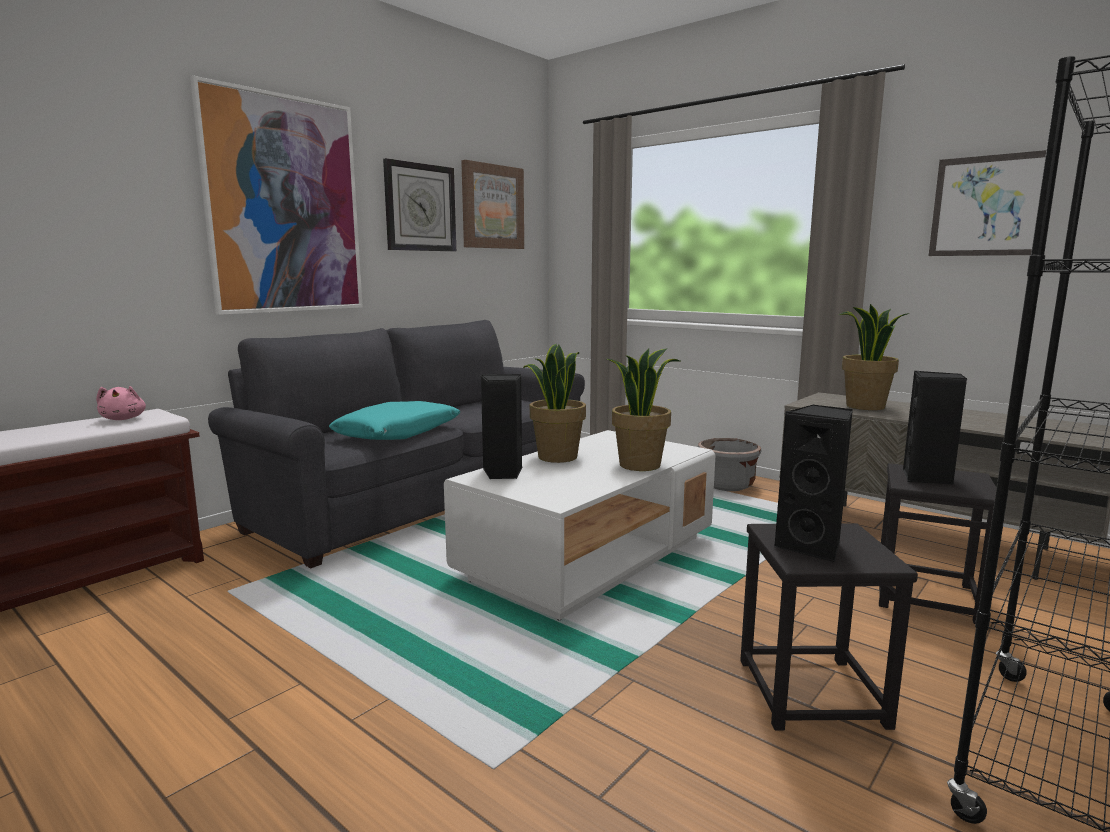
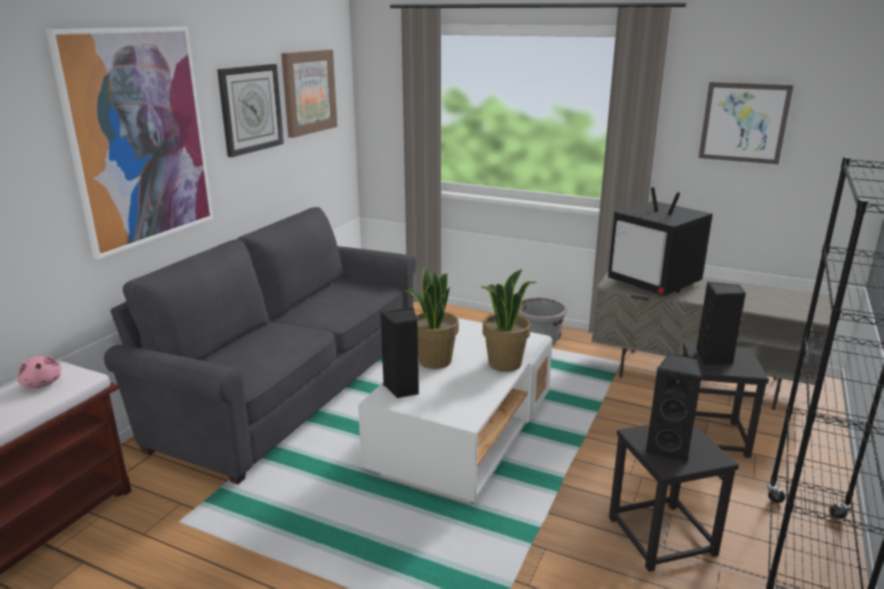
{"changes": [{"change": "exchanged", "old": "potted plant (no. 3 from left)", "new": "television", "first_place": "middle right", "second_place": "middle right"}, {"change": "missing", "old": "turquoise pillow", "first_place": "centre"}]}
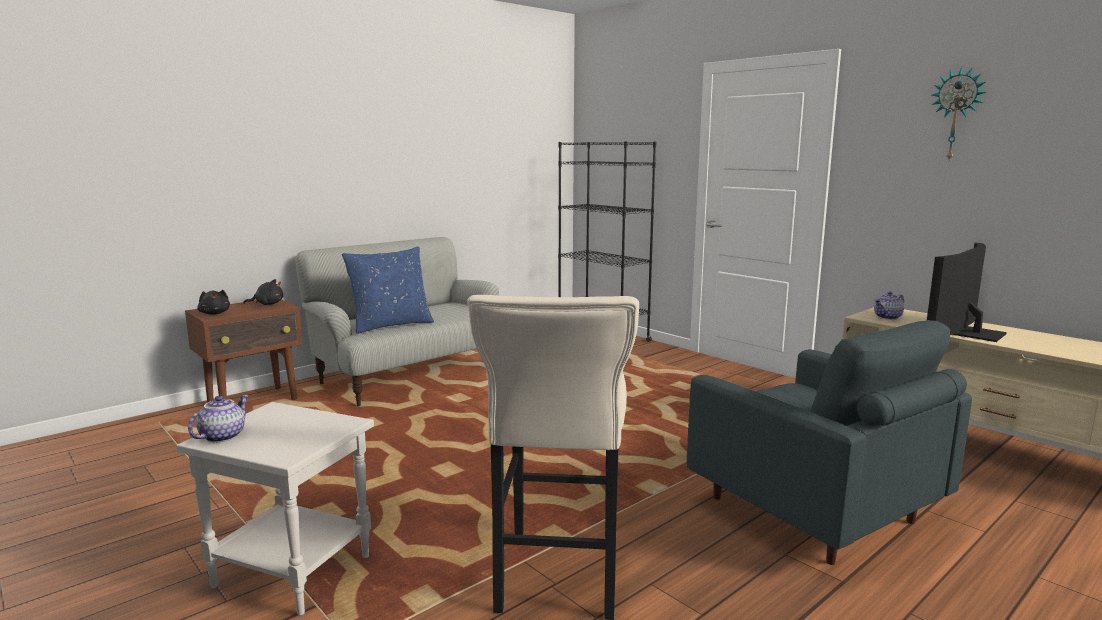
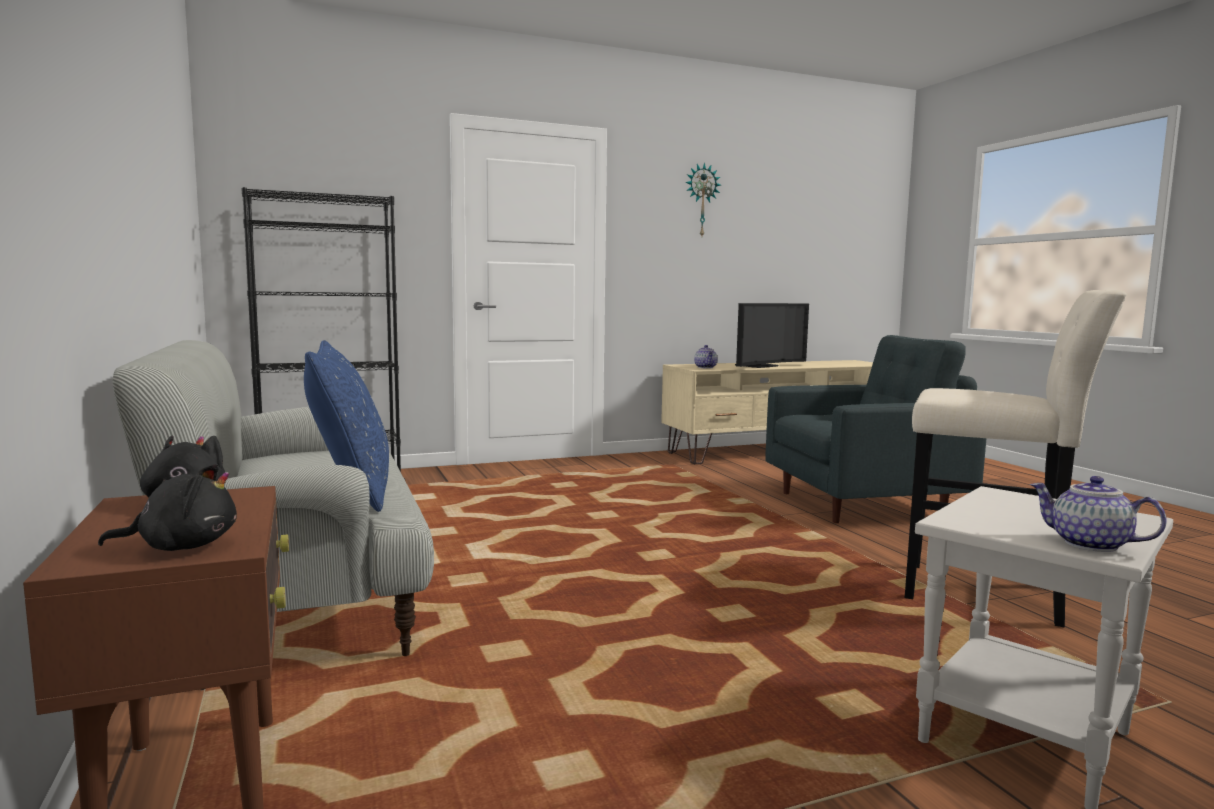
{"changes": [{"change": "spun", "old": "television", "first_place": "middle right", "second_place": "centre", "degrees": -105}]}
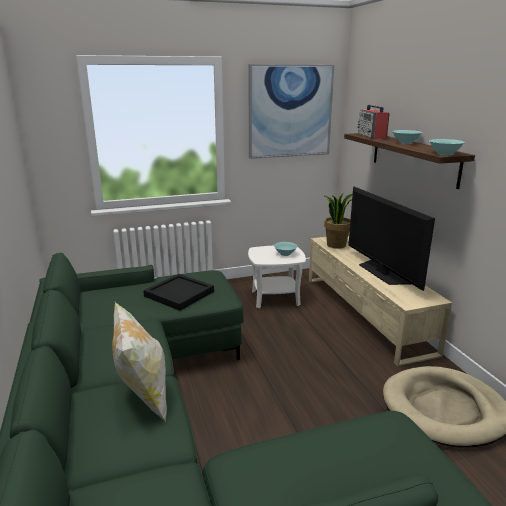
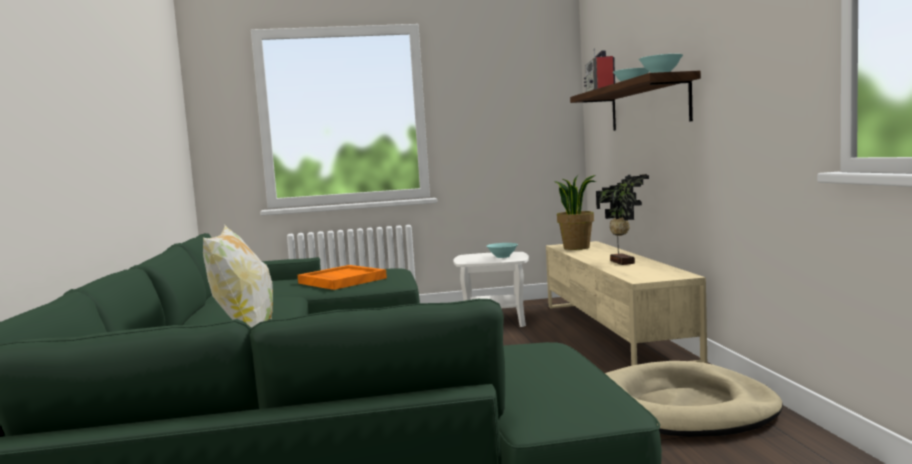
{"changes": [{"change": "missing", "old": "picture", "first_place": "top centre"}, {"change": "exchanged", "old": "television", "new": "potted plant (no. 2 from left)", "first_place": "middle right", "second_place": "middle right"}, {"change": "colour", "old": "black tray", "new": "orange tray", "first_place": "centre", "second_place": "centre"}]}
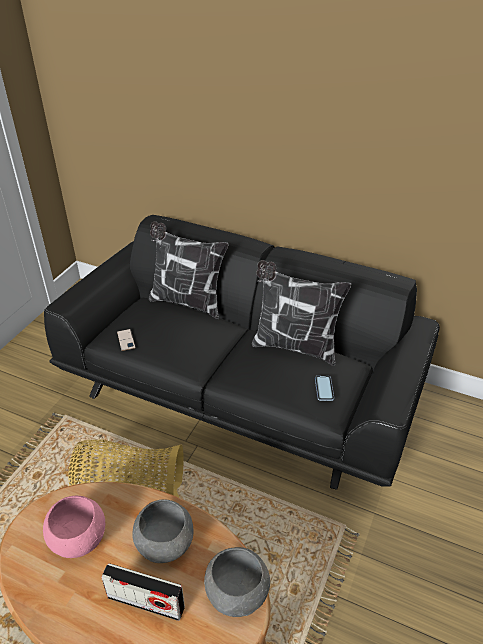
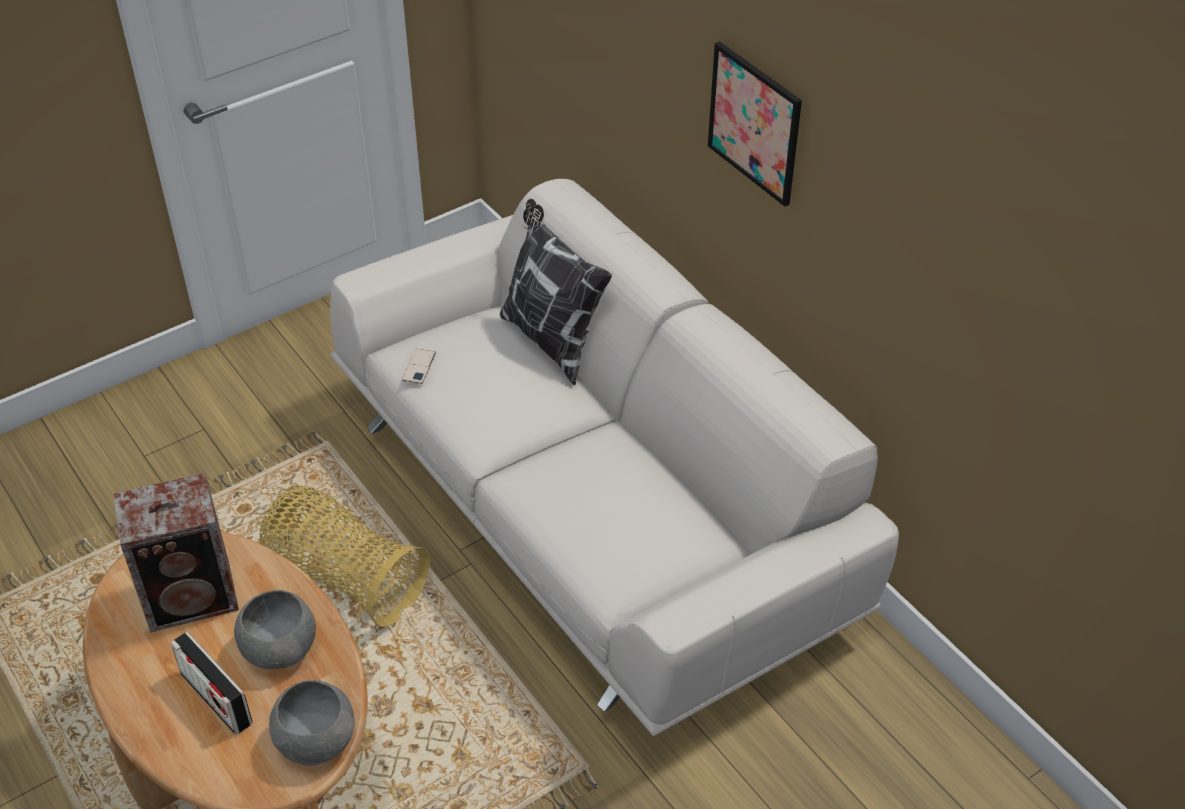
{"changes": [{"change": "colour", "old": "black sofa", "new": "white sofa", "first_place": "centre", "second_place": "centre"}, {"change": "missing", "old": "pillow (no. 2 from left)", "first_place": "centre"}, {"change": "missing", "old": "phone (no. 2 from left)", "first_place": "middle right"}, {"change": "exchanged", "old": "pink bowl", "new": "speaker", "first_place": "bottom left", "second_place": "bottom left"}, {"change": "appeared", "new": "picture", "second_place": "top centre"}]}
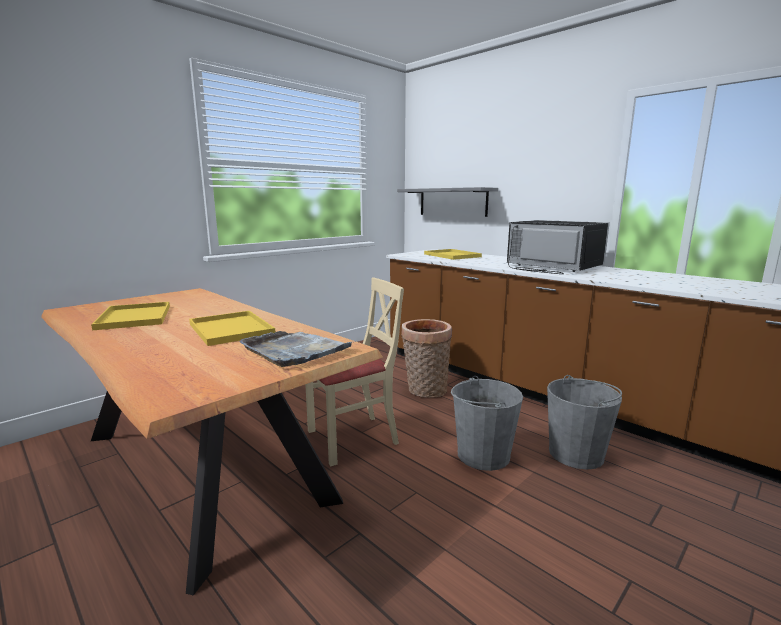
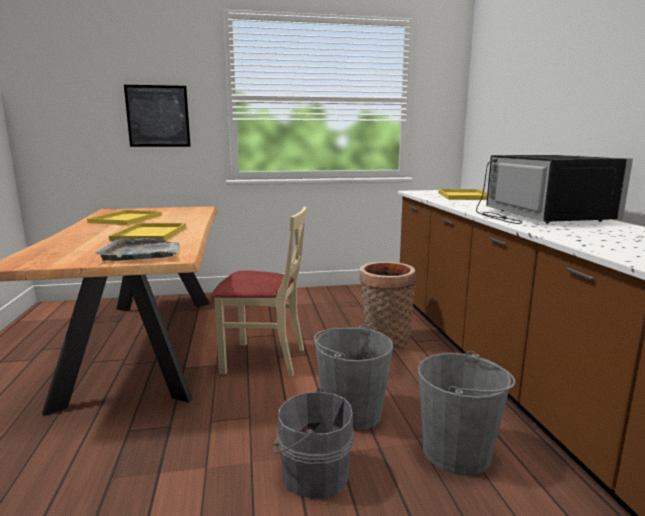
{"changes": [{"change": "missing", "old": "grey shelf", "first_place": "top centre"}, {"change": "appeared", "new": "picture", "second_place": "top left"}, {"change": "appeared", "new": "grey bucket (no. 1 from left)", "second_place": "bottom centre"}]}
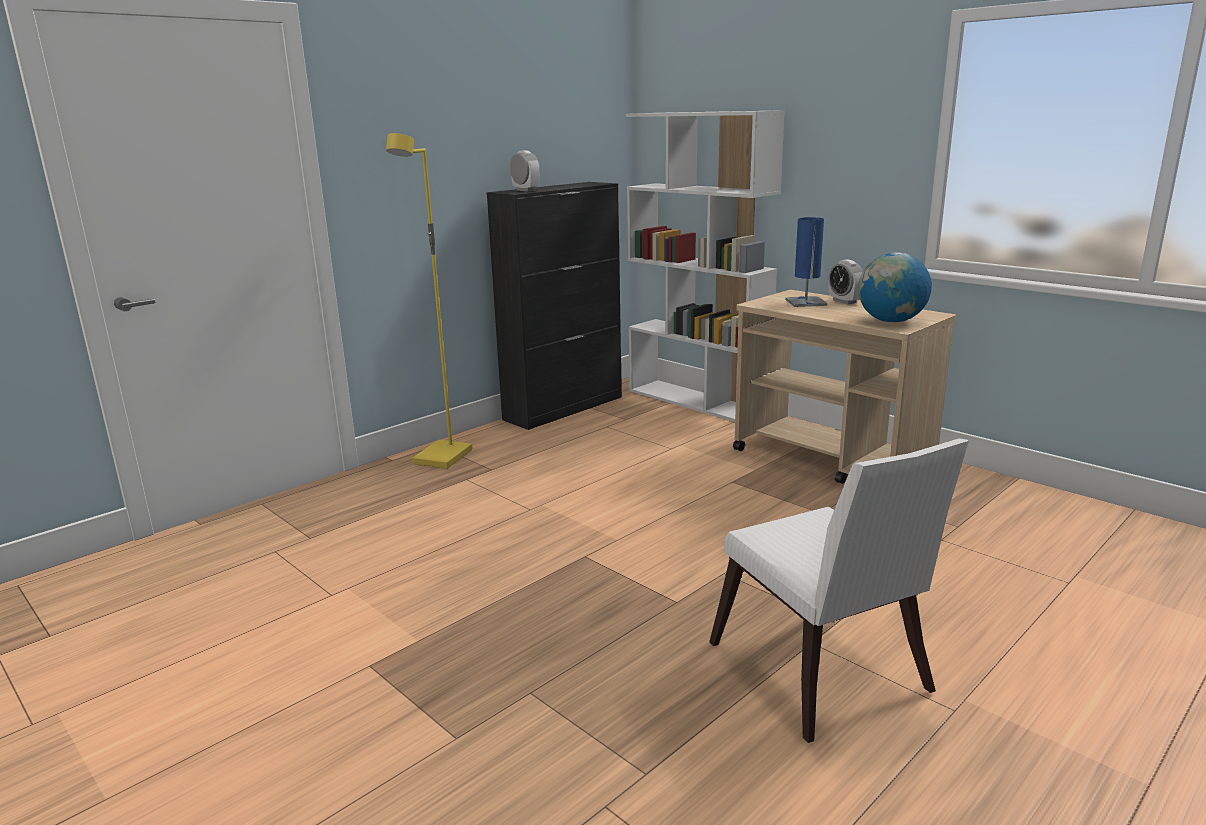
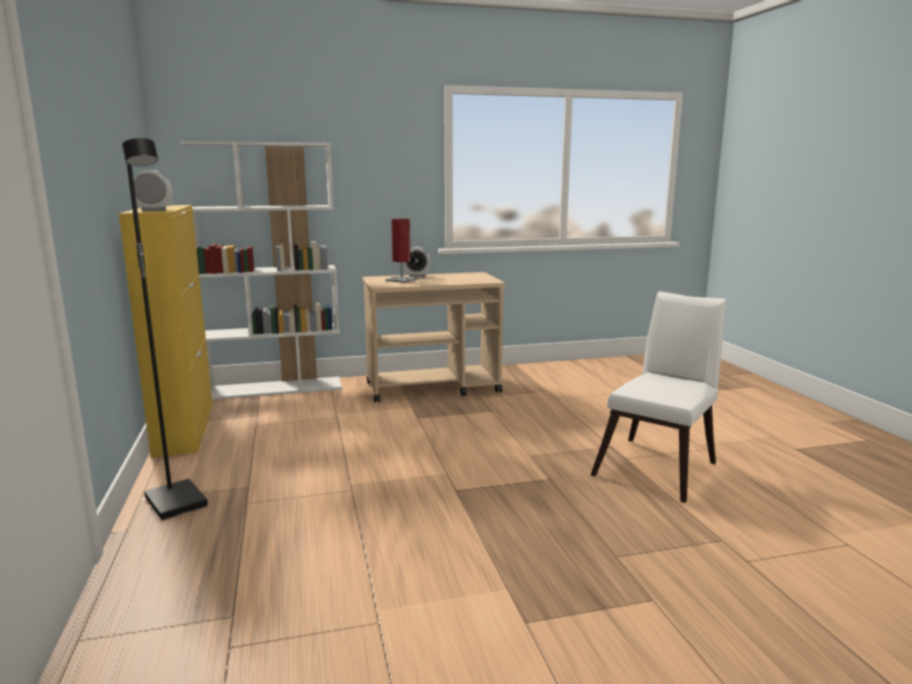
{"changes": [{"change": "colour", "old": "yellow floor lamp", "new": "black floor lamp", "first_place": "centre", "second_place": "middle left"}, {"change": "colour", "old": "black cabinet", "new": "yellow cabinet", "first_place": "centre", "second_place": "middle left"}, {"change": "colour", "old": "blue table lamp", "new": "red table lamp", "first_place": "top right", "second_place": "centre"}, {"change": "missing", "old": "globe", "first_place": "middle right"}, {"change": "spun", "old": "white chair", "first_place": "bottom right", "second_place": "middle right", "degrees": -60}]}
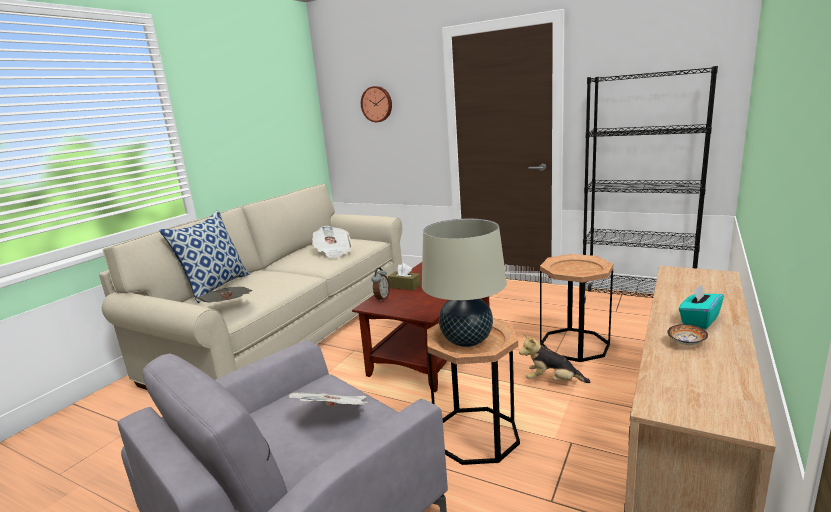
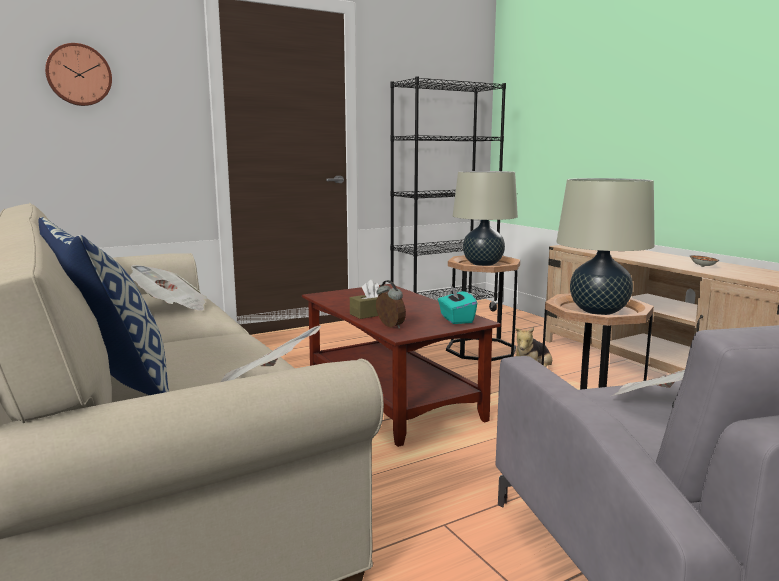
{"changes": [{"change": "relocated", "old": "turquoise tissue box", "first_place": "middle right", "second_place": "centre"}, {"change": "appeared", "new": "beige table lamp (no. 1 from left)", "second_place": "centre"}]}
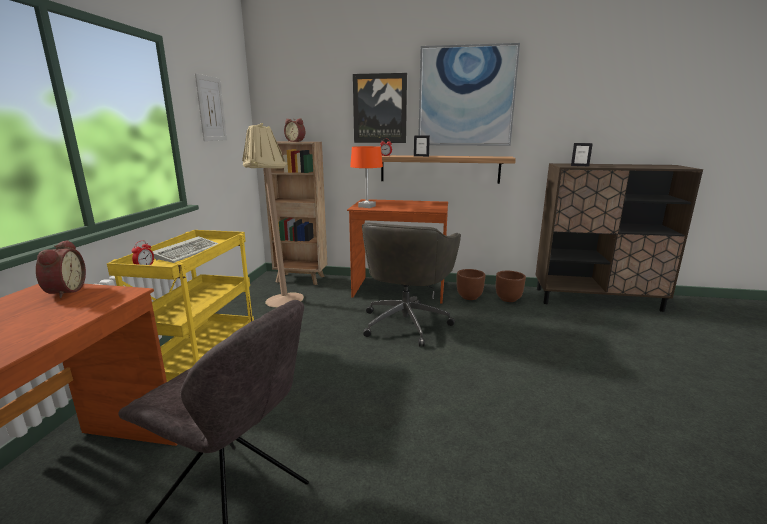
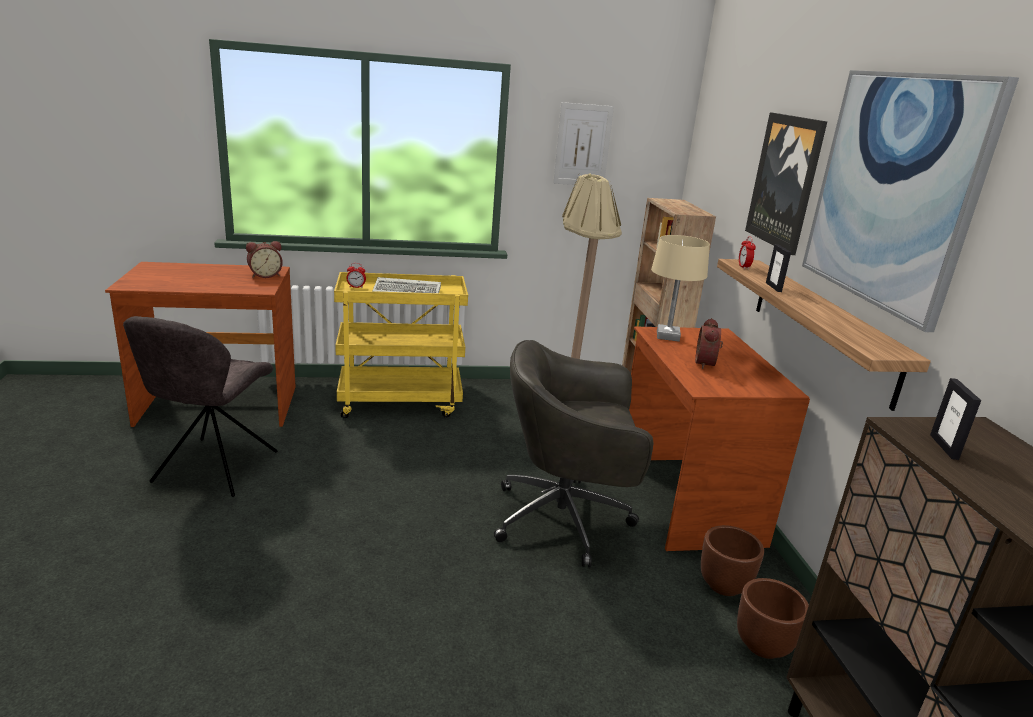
{"changes": [{"change": "relocated", "old": "alarm clock (no. 3 from left)", "first_place": "top centre", "second_place": "middle right"}, {"change": "colour", "old": "orange table lamp", "new": "beige table lamp", "first_place": "centre", "second_place": "centre"}]}
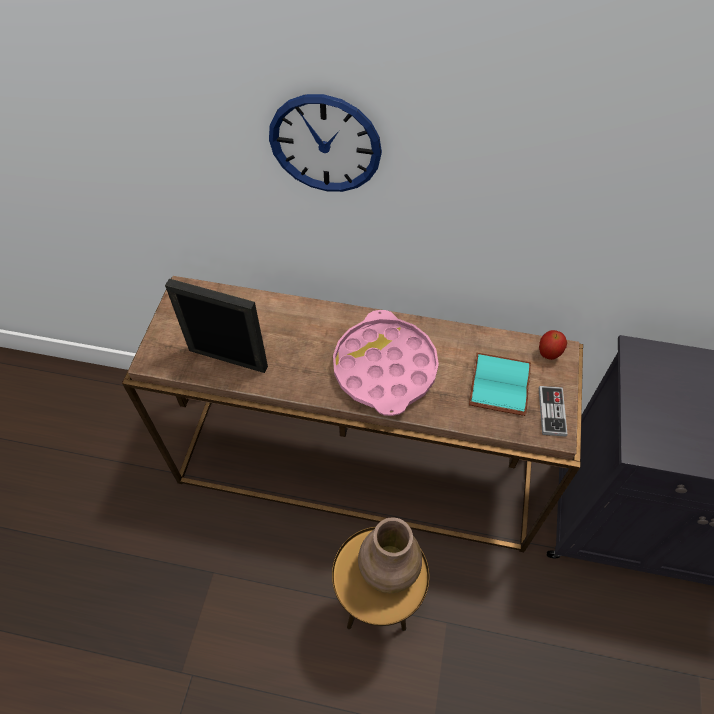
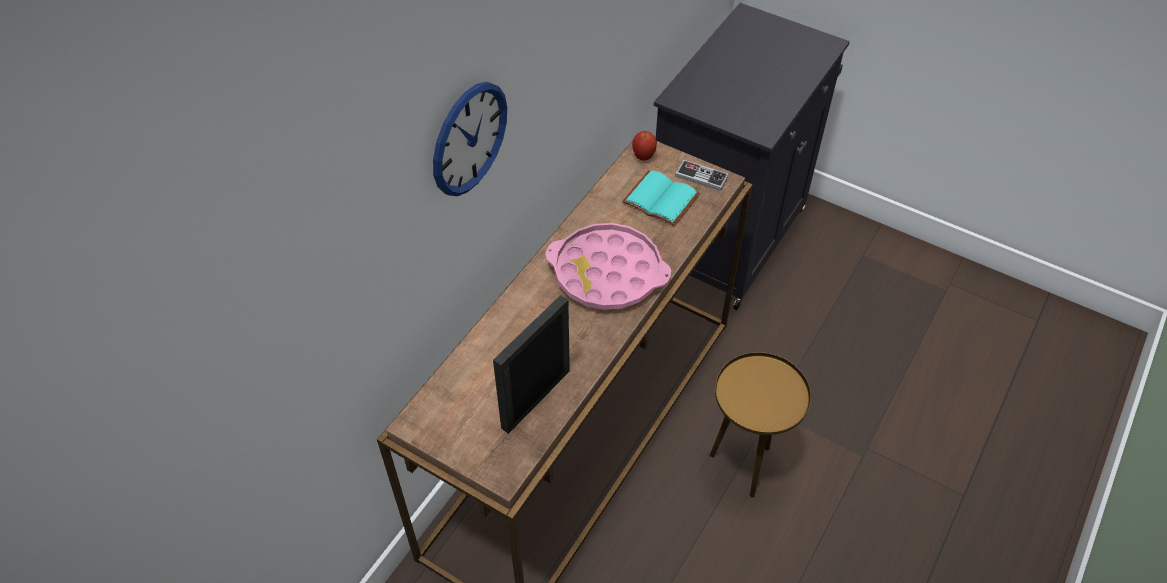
{"changes": [{"change": "missing", "old": "brown vase", "first_place": "bottom centre"}]}
